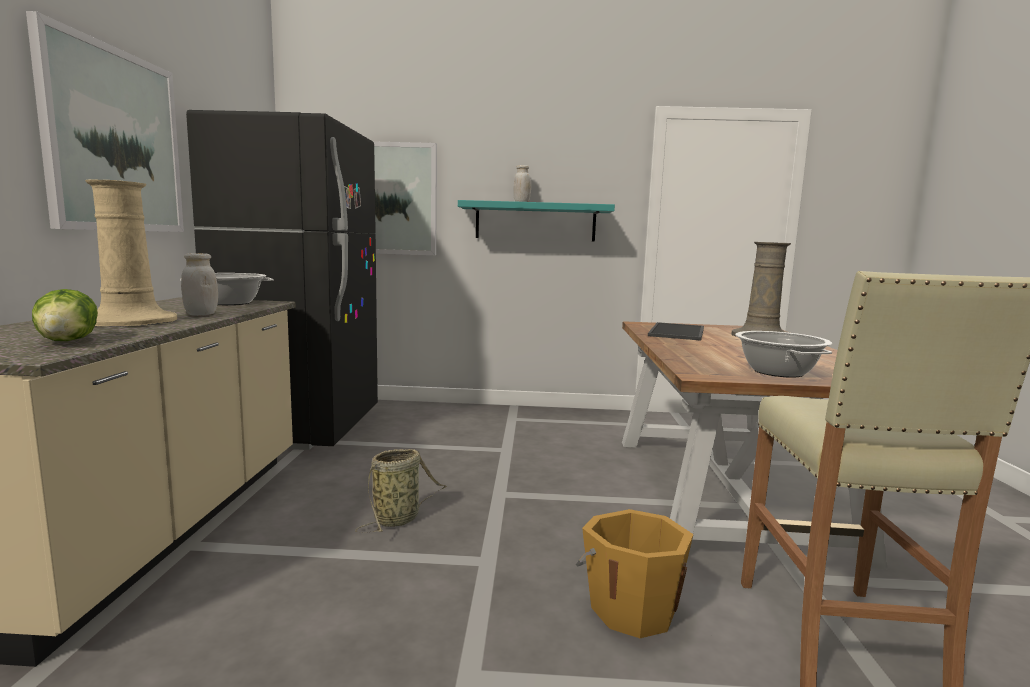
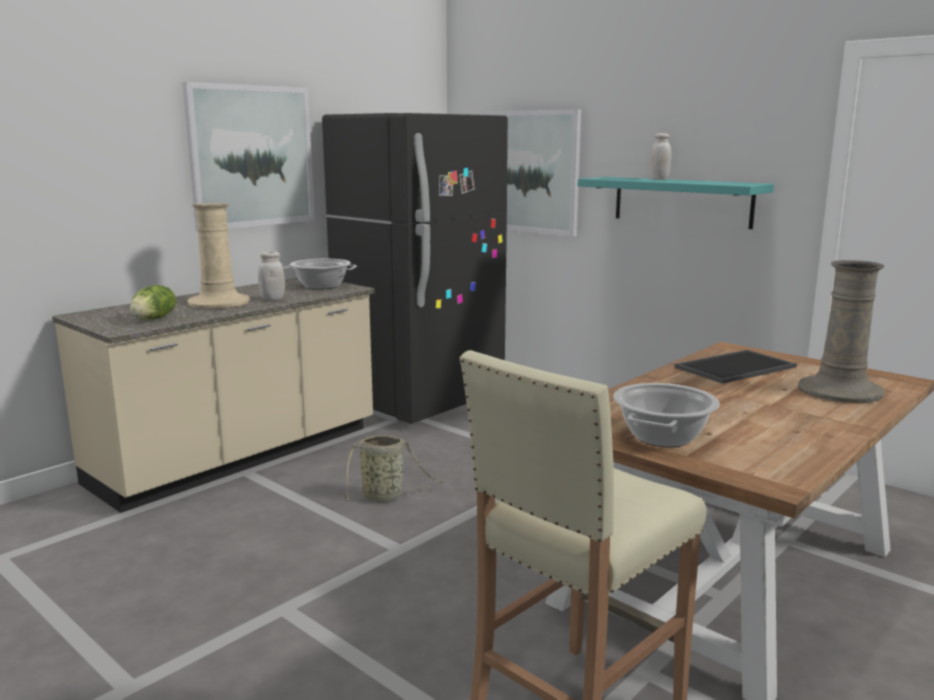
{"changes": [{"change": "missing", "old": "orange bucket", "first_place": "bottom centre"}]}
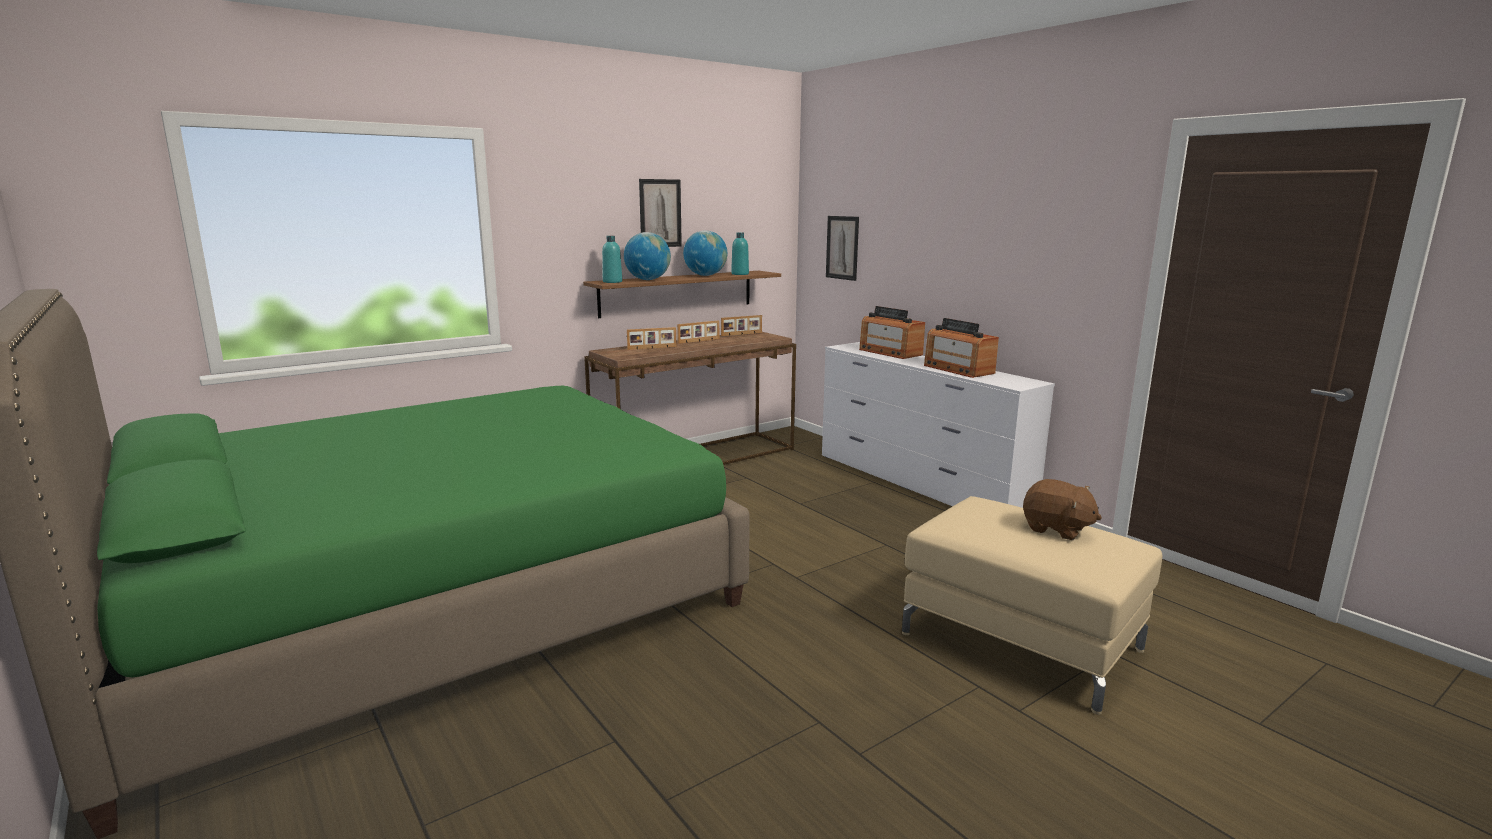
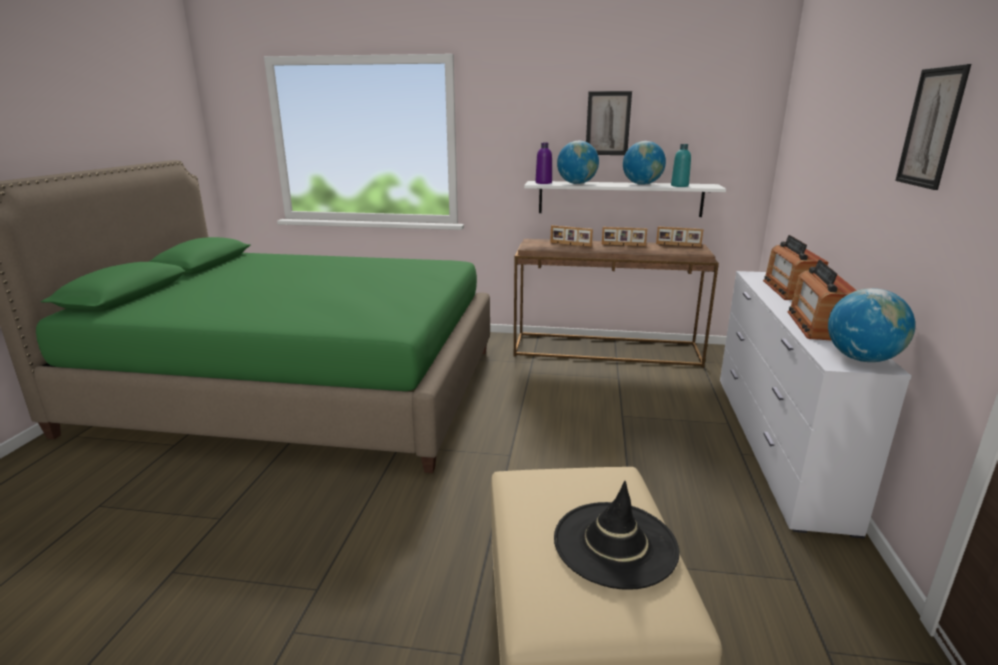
{"changes": [{"change": "relocated", "old": "picture (no. 2 from left)", "first_place": "top centre", "second_place": "top right"}, {"change": "colour", "old": "turquoise bottle (no. 1 from left)", "new": "purple bottle", "first_place": "top centre", "second_place": "top centre"}, {"change": "colour", "old": "brown shelf", "new": "white shelf", "first_place": "centre", "second_place": "top centre"}, {"change": "exchanged", "old": "brown plush toy", "new": "black hat", "first_place": "middle right", "second_place": "bottom centre"}, {"change": "appeared", "new": "globe (no. 3 from left)", "second_place": "middle right"}]}
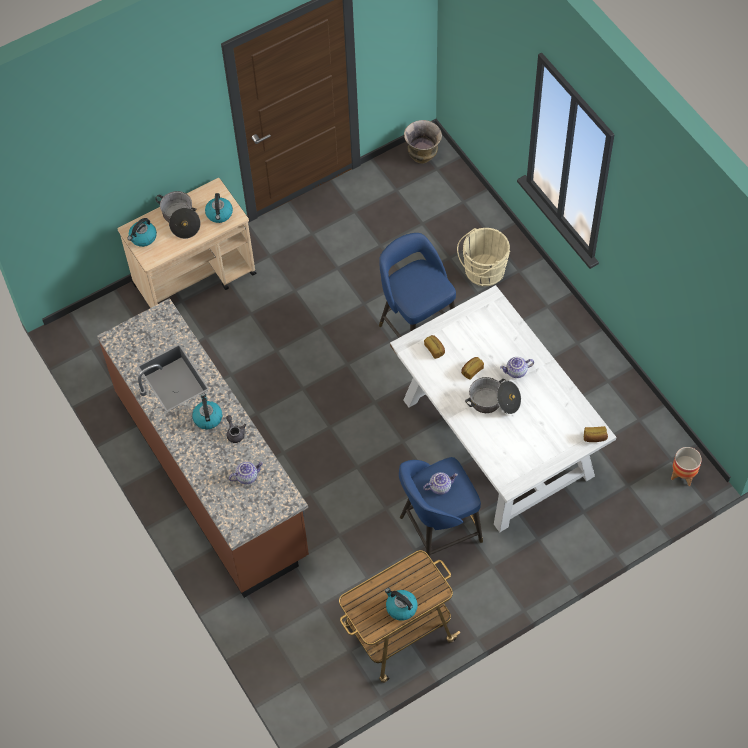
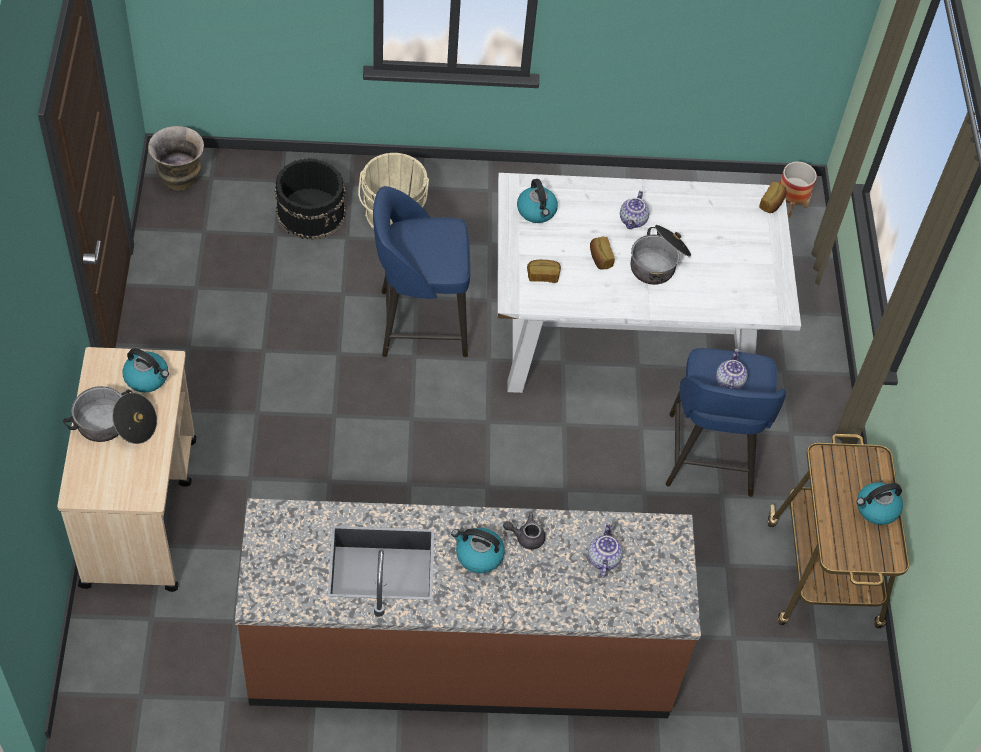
{"changes": [{"change": "relocated", "old": "kettle (no. 1 from left in the first image)", "new": "kettle (no. 3 from left)", "first_place": "top left", "second_place": "top centre"}, {"change": "appeared", "new": "black bucket", "second_place": "top left"}]}
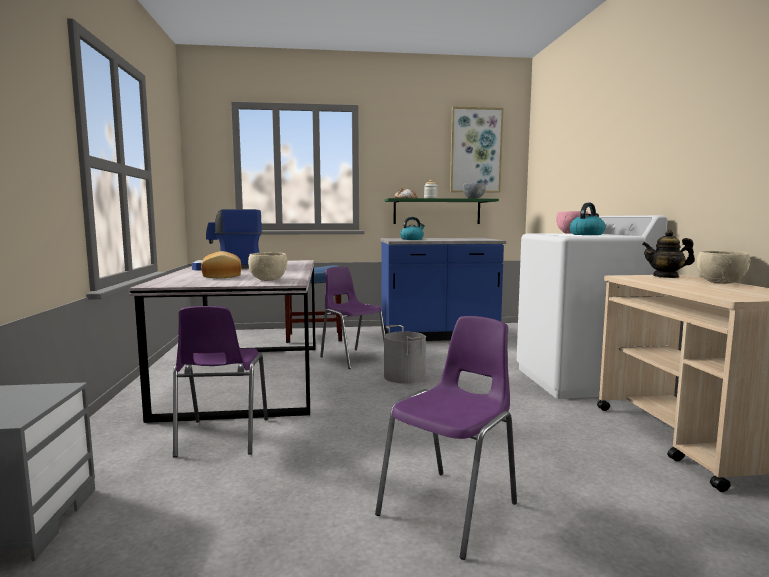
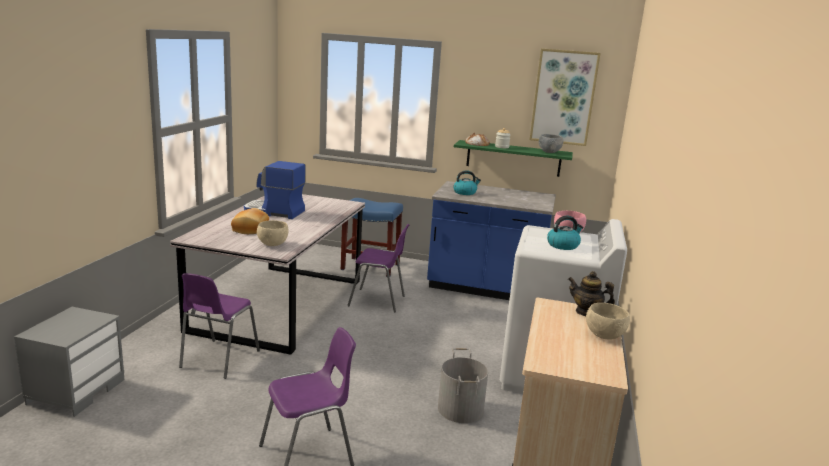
{"changes": [{"change": "spun", "old": "purple chair (no. 2 from left in the first image)", "first_place": "centre", "second_place": "centre", "degrees": 120}, {"change": "relocated", "old": "grey bucket", "first_place": "centre", "second_place": "bottom centre"}]}
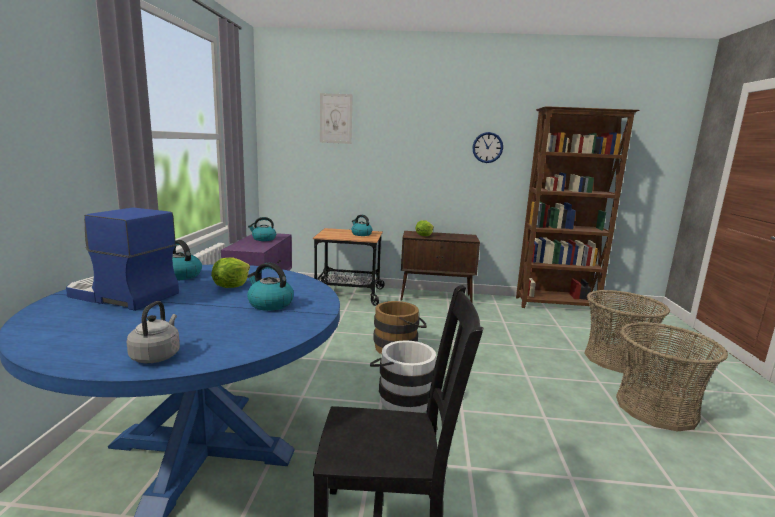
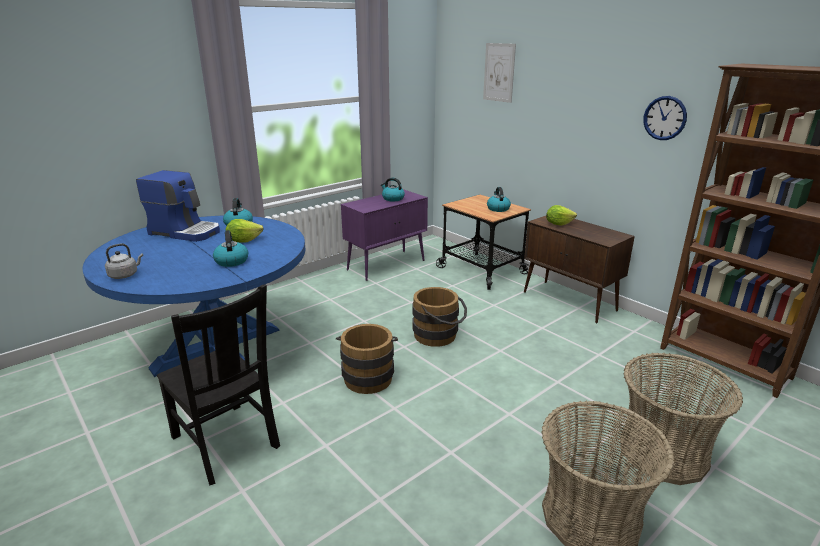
{"changes": [{"change": "spun", "old": "coffee machine", "first_place": "middle left", "second_place": "middle left", "degrees": 135}, {"change": "colour", "old": "white bucket", "new": "brown bucket (no. 1 from left)", "first_place": "bottom centre", "second_place": "centre"}]}
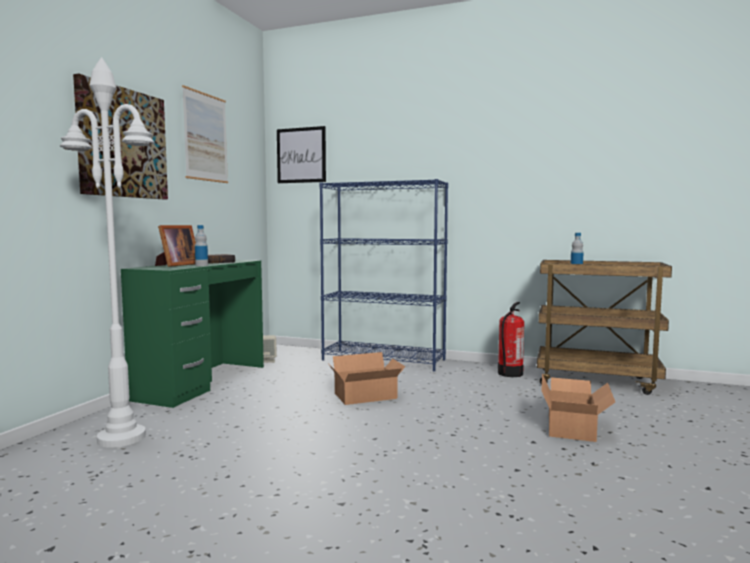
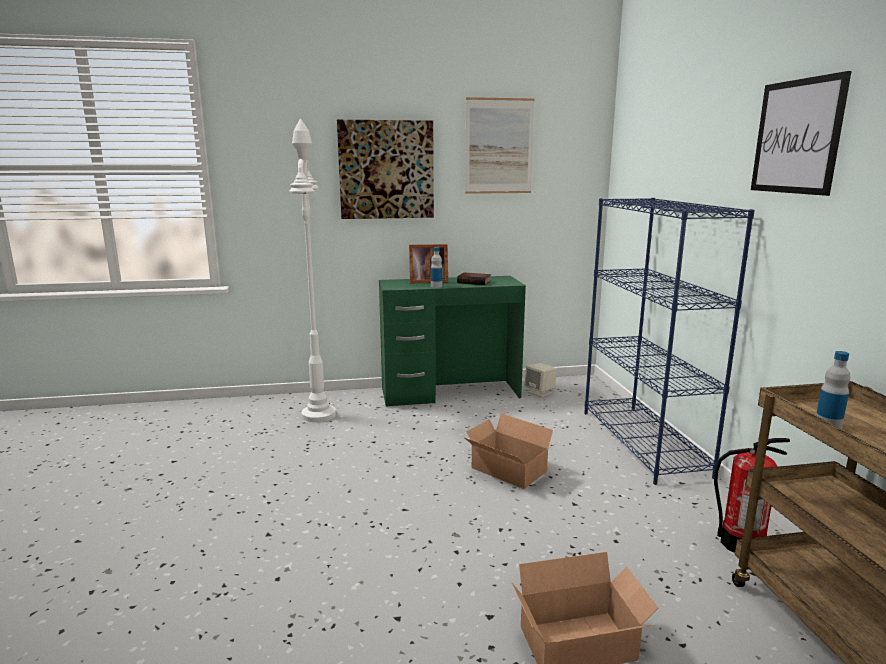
{"changes": [{"change": "relocated", "old": "picture (no. 3 from left)", "first_place": "top centre", "second_place": "top right"}]}
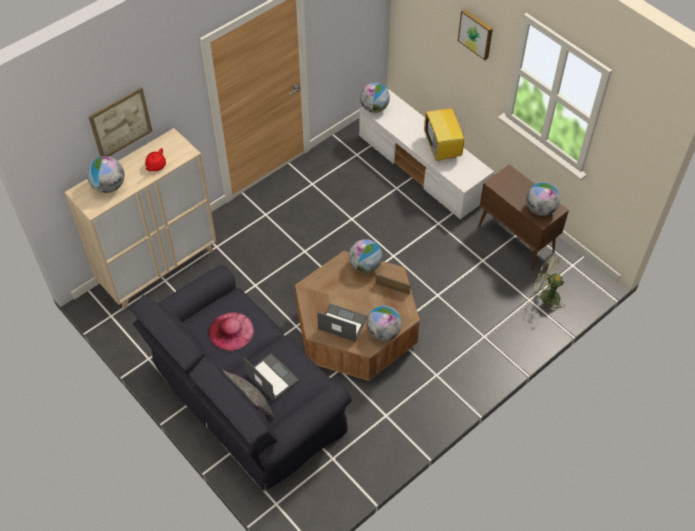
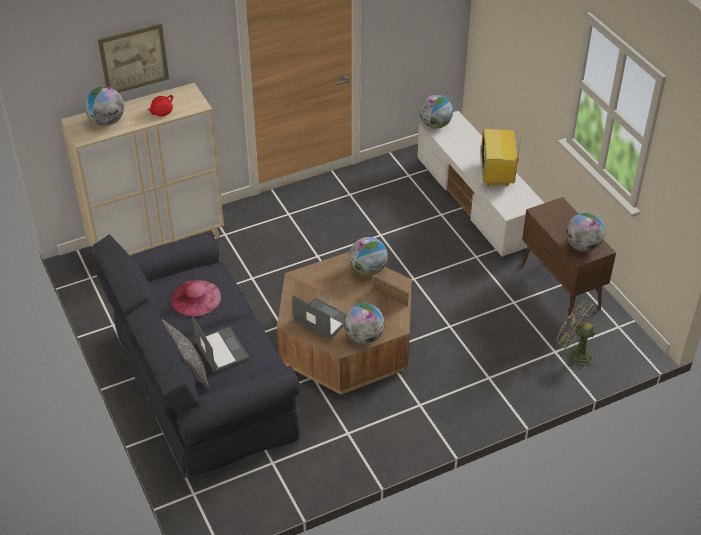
{"changes": [{"change": "missing", "old": "picture (no. 2 from left)", "first_place": "top right"}]}
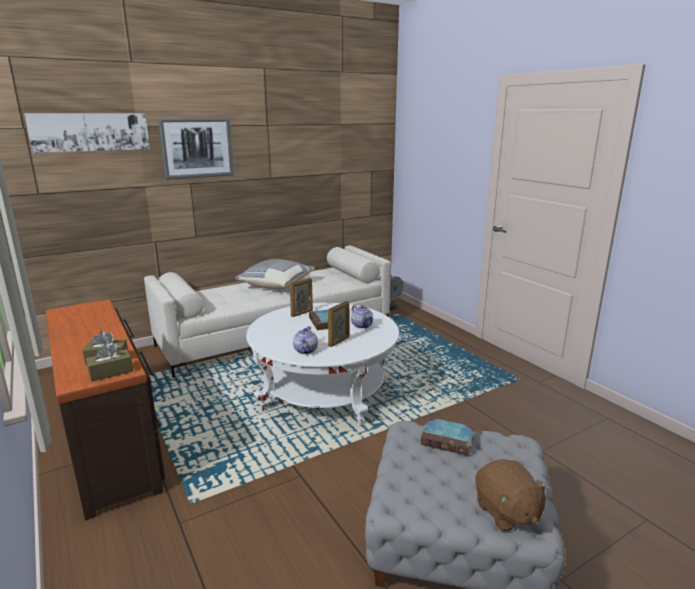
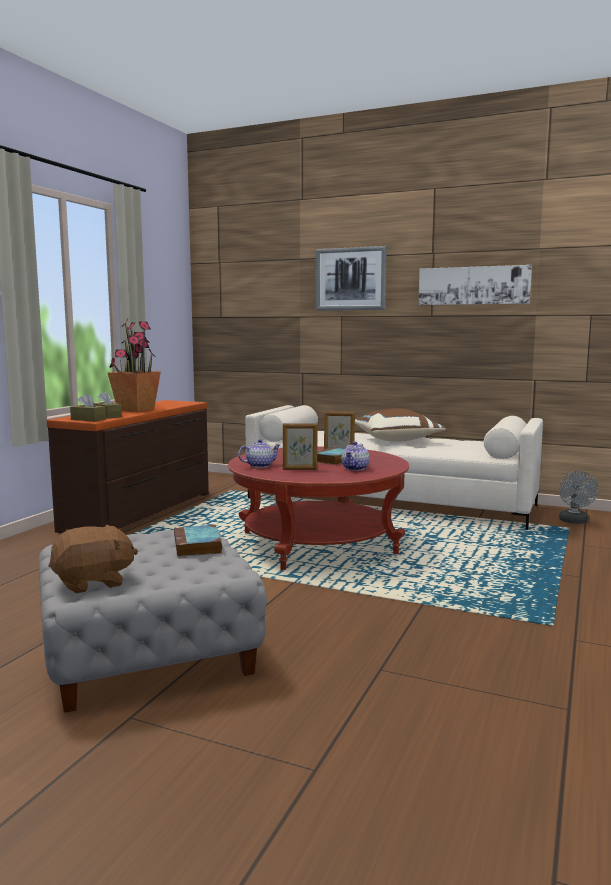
{"changes": [{"change": "relocated", "old": "picture (no. 1 from left in the first image)", "new": "picture (no. 2 from left)", "first_place": "top left", "second_place": "top right"}, {"change": "colour", "old": "grey pillow", "new": "brown pillow", "first_place": "centre", "second_place": "centre"}, {"change": "colour", "old": "white coffee table", "new": "red coffee table", "first_place": "centre", "second_place": "centre"}, {"change": "spun", "old": "brown plush toy", "first_place": "bottom right", "second_place": "middle left", "degrees": -150}, {"change": "appeared", "new": "potted plant", "second_place": "middle left"}]}
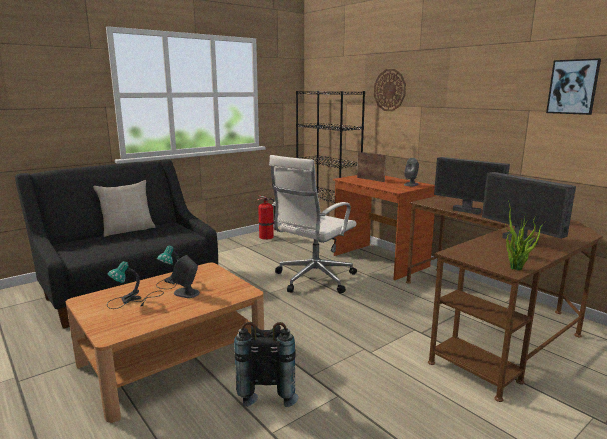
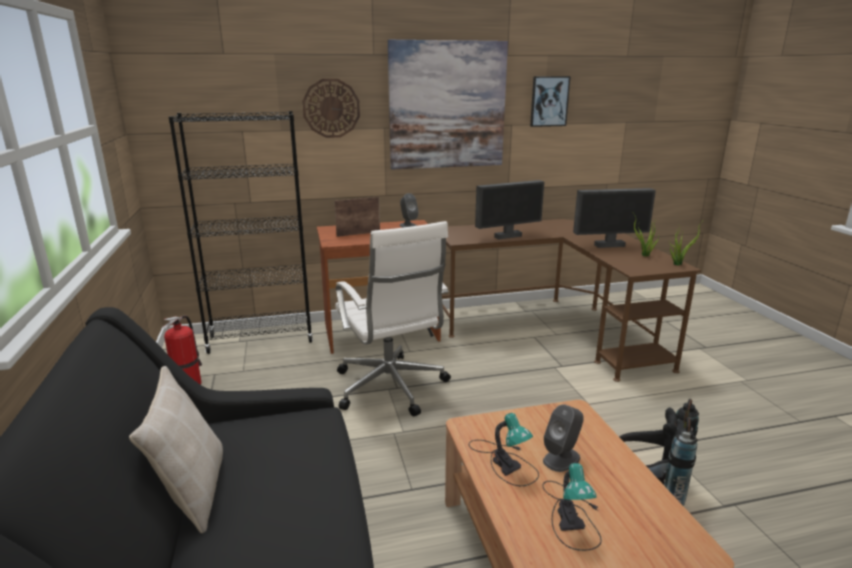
{"changes": [{"change": "appeared", "new": "picture (no. 1 from left)", "second_place": "top centre"}]}
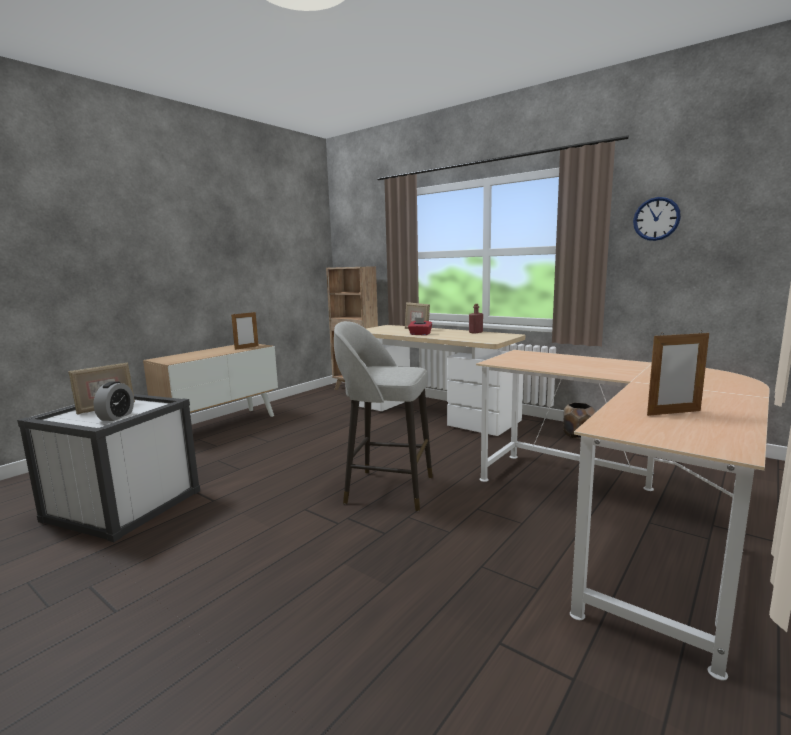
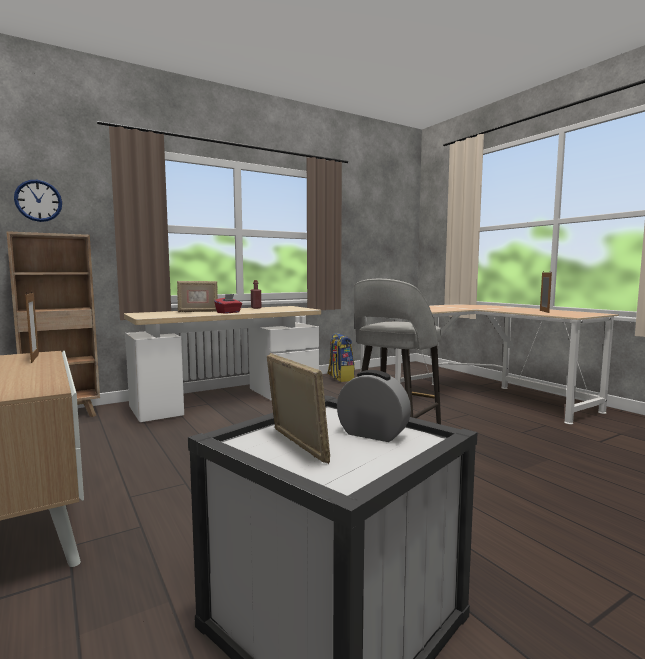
{"changes": [{"change": "relocated", "old": "wall clock", "first_place": "top right", "second_place": "top left"}, {"change": "exchanged", "old": "brown planter", "new": "backpack", "first_place": "middle right", "second_place": "centre"}]}
